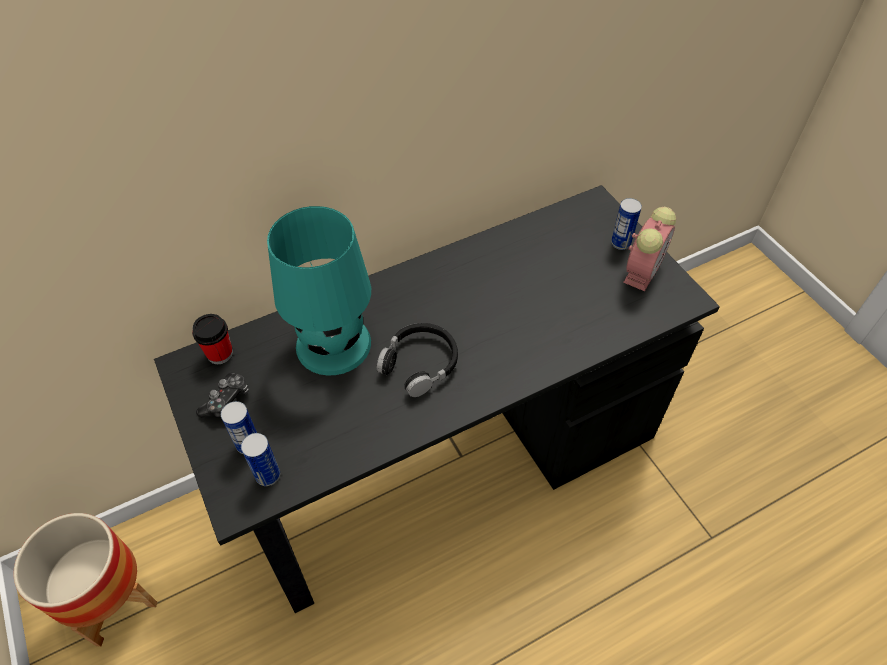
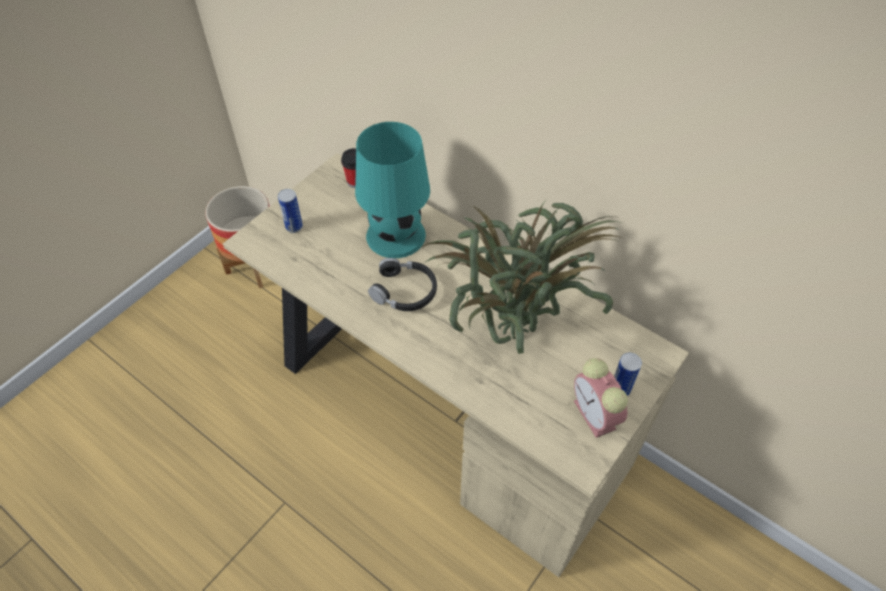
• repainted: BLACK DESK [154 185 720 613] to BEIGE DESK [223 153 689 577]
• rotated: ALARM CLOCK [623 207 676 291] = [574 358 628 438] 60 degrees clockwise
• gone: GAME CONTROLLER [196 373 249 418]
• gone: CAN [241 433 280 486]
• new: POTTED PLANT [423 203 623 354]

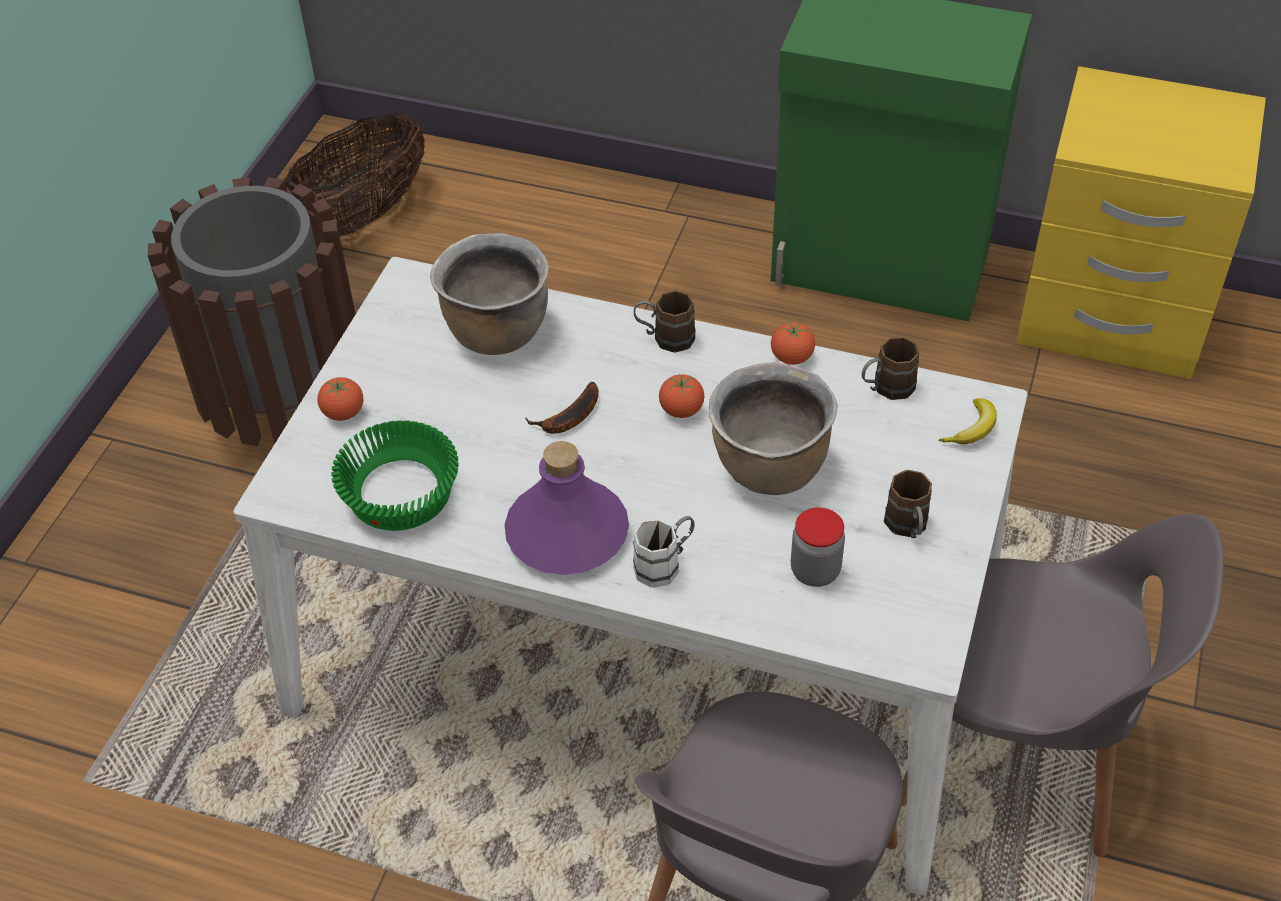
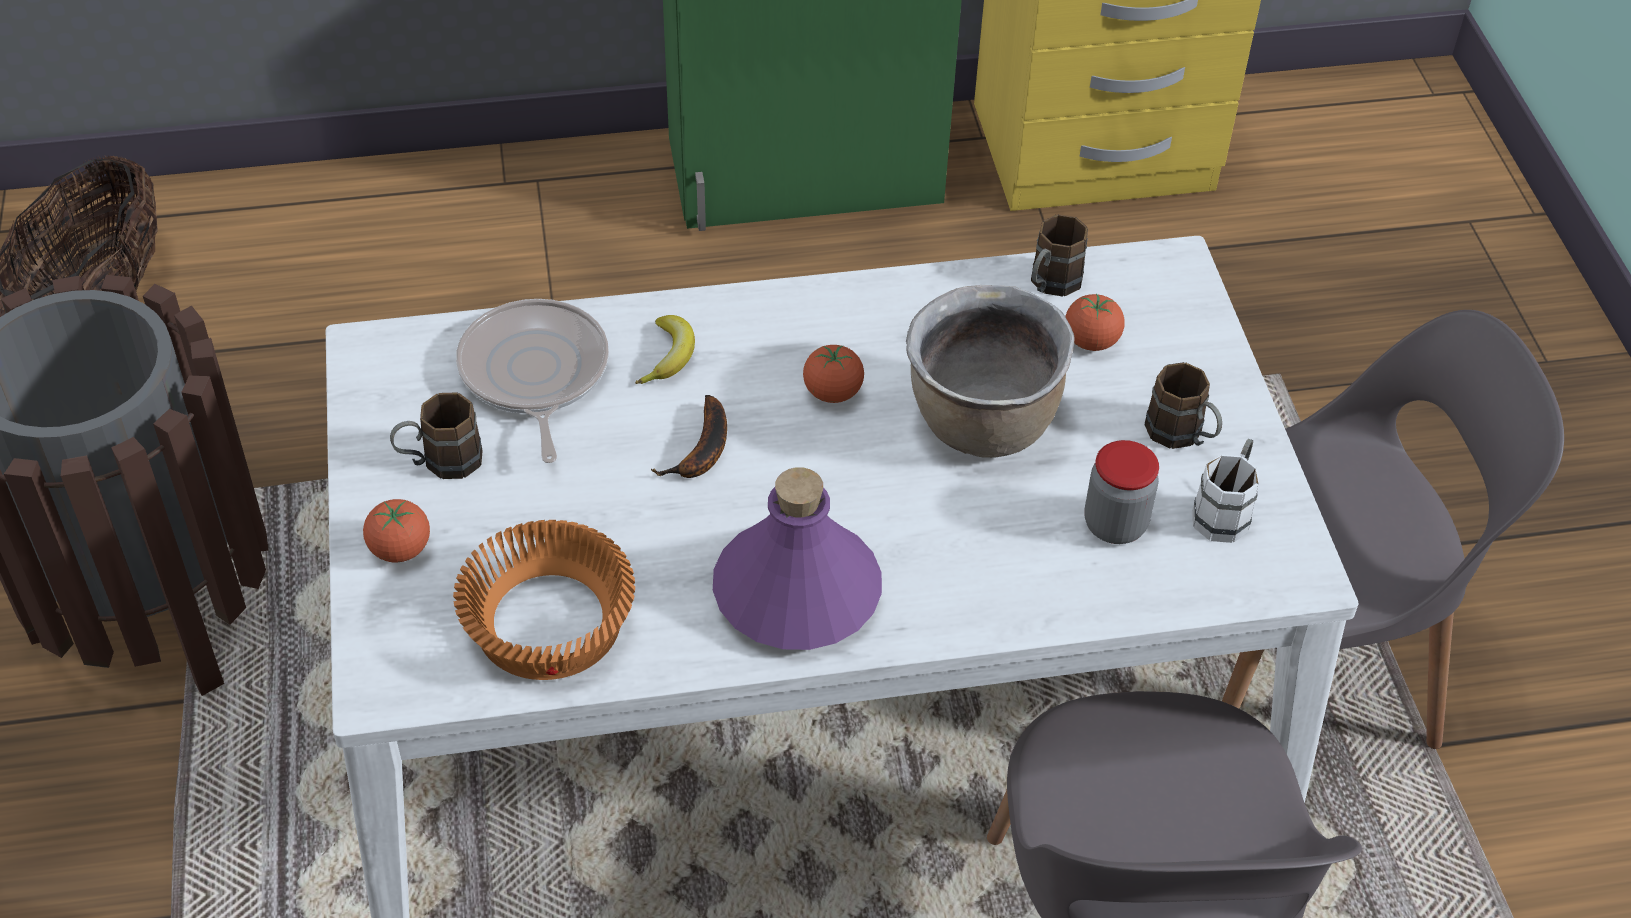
• swapped: BROWN COOKING POT [430 233 549 355] to FRYING PAN [456 299 609 463]
• shifted: BROWN MUG [634 290 696 353] to [390 392 482 479]
• shifted: TOMATO [771 322 815 365] to [1065 293 1125 351]
• shifted: BANANA [939 398 997 444] to [635 315 695 384]
• repainted: GREEN BOWL [331 420 459 531] to ORANGE BOWL [453 520 635 680]
• shifted: WHITE MUG [633 516 695 588] to [1192 439 1259 543]

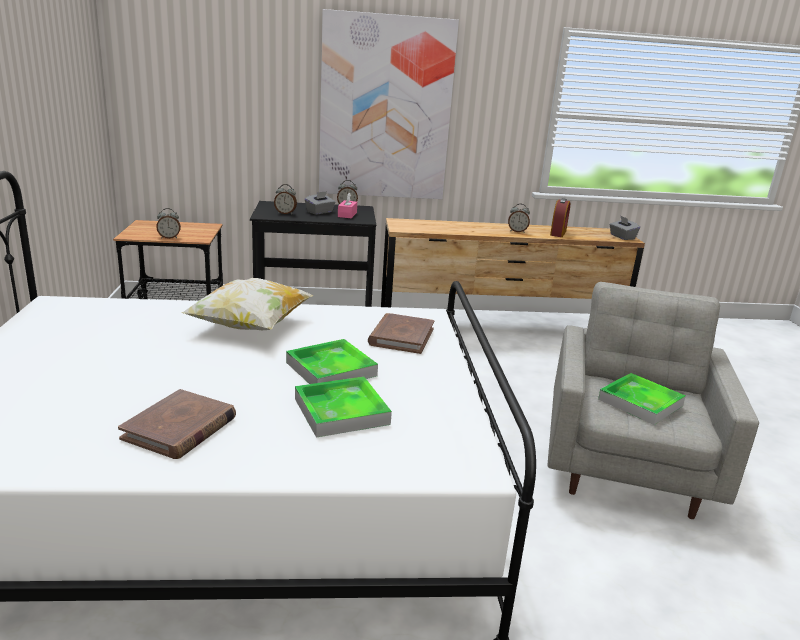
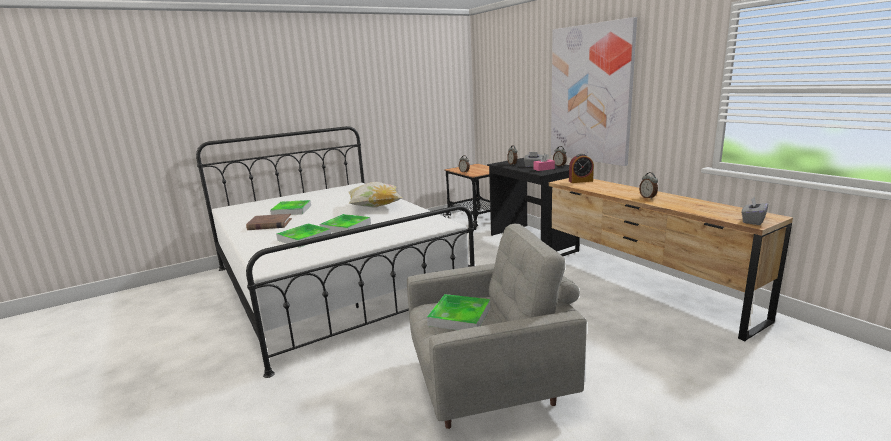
• shifted: ALARM CLOCK [550 198 570 237] to [569 154 594 183]
• gone: BROWN BOOK [368 313 434 354]
• new: TRAY [270 200 311 215]

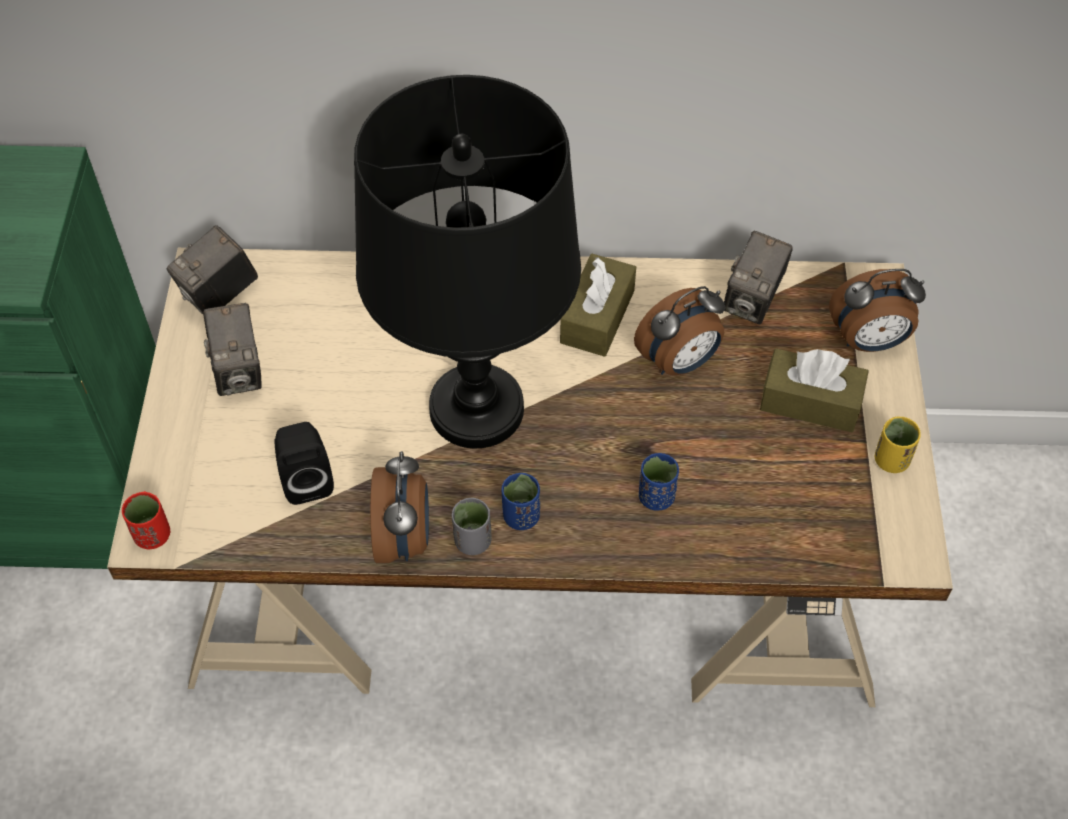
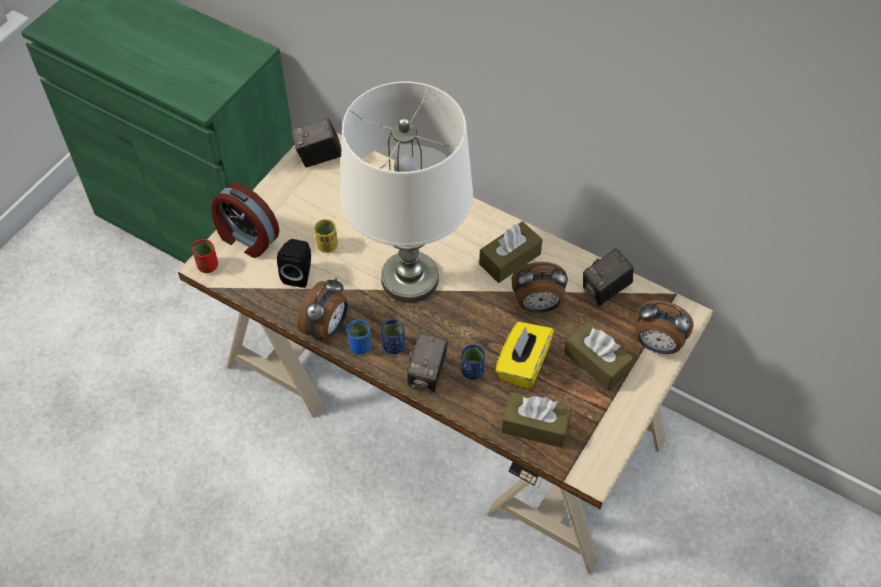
• repainted: BLACK TABLE LAMP [354 75 581 449] to WHITE TABLE LAMP [340 82 473 302]
• shifted: PHOTO CAMERA [203 303 262 396] to [407 332 447 392]
• shifted: YELLOW CUP [875 417 921 473] to [314 219 338 253]
• repainted: GREY CUP [452 498 491 555] to BLUE CUP [347 320 372 355]
• new: ALARM CLOCK [211 183 279 258]
• new: YELLOW TISSUE BOX [495 322 554 389]
• new: BROWN TISSUE BOX [501 392 572 448]

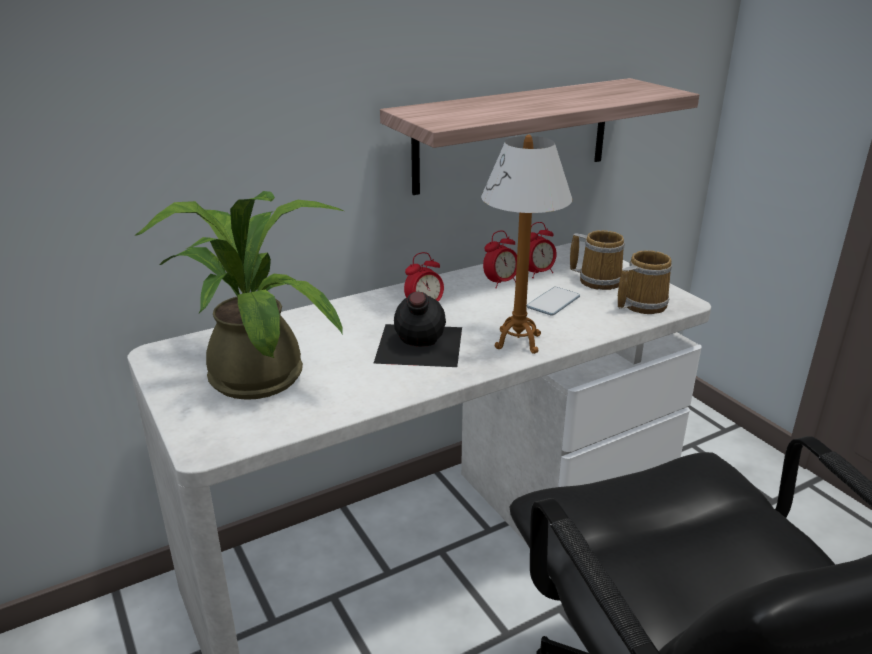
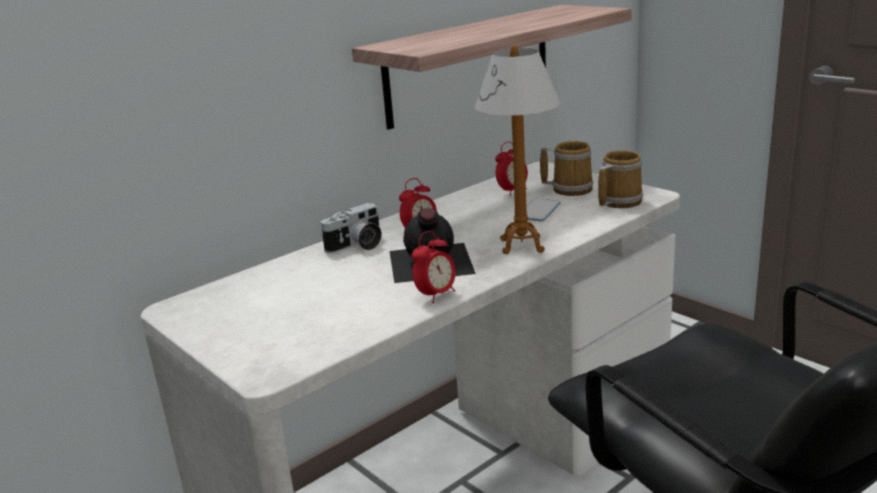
• gone: POTTED PLANT [135 191 344 400]
• shifted: ALARM CLOCK [483 230 517 289] to [411 231 456 303]
• new: PHOTO CAMERA [321 203 382 253]

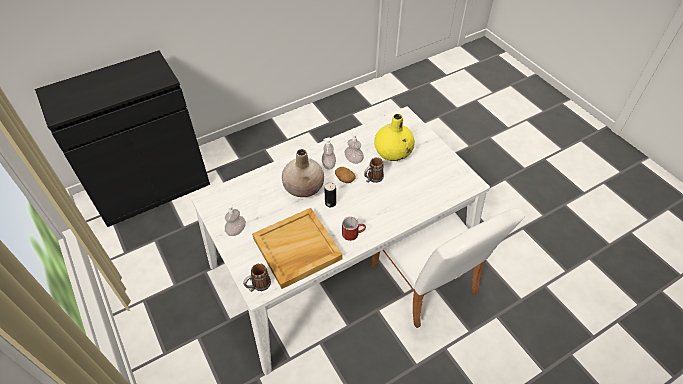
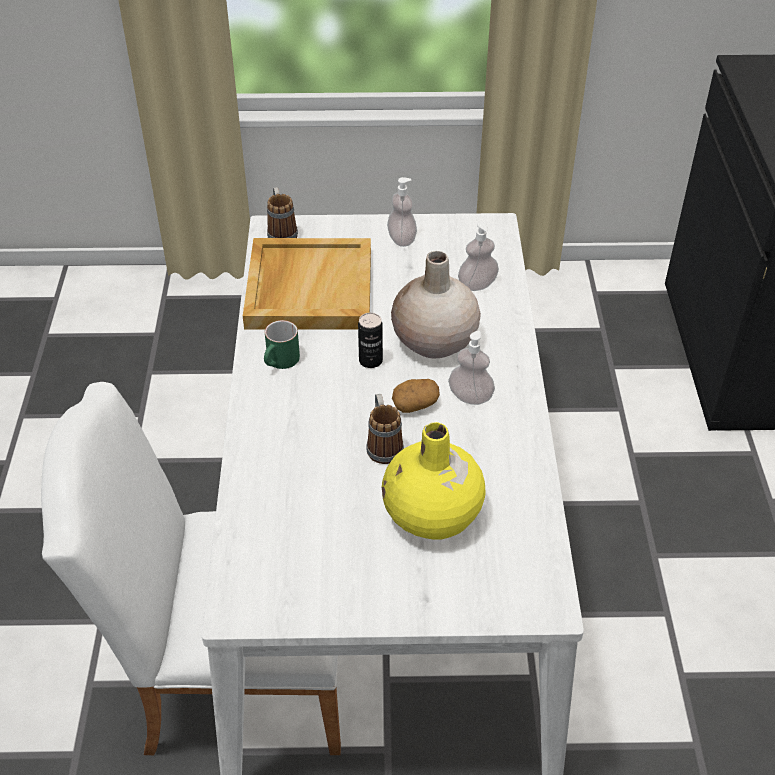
• shifted: SOAP DISPENSER [345 132 364 164] to [458 222 499 291]
• repainted: RED MUG [342 217 366 241] to GREEN MUG [264 320 300 369]

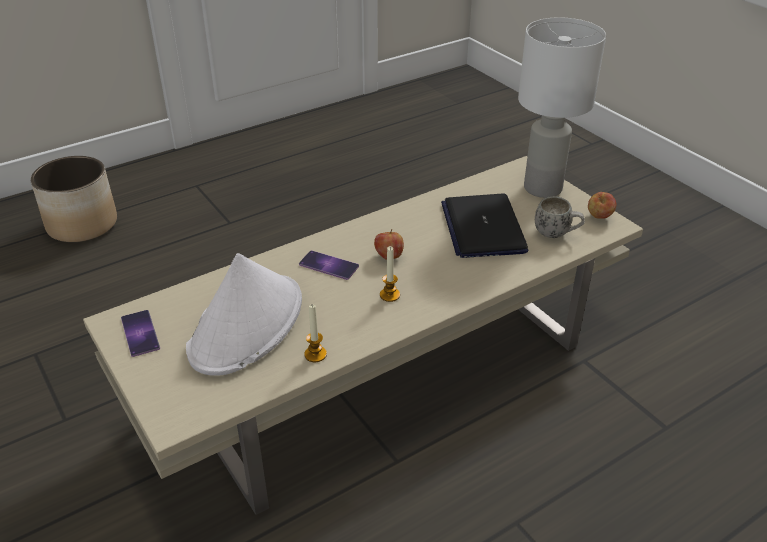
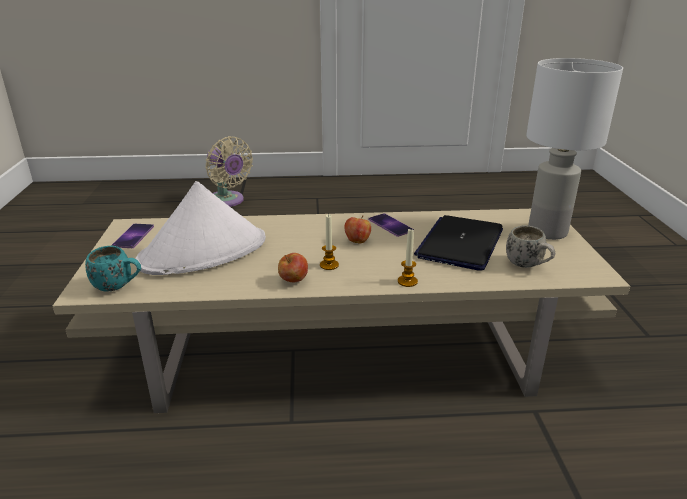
• swapped: PLANTER [31 156 117 242] to BEIGE FAN [205 136 253 207]
• shifted: APPLE [588 192 617 219] to [278 253 308 282]
• shifted: PHONE [299 251 359 280] to [368 213 414 237]
• shifted: CANDLE [304 305 327 362] to [398 229 418 287]
• new: TURQUOISE MUG [85 246 141 292]

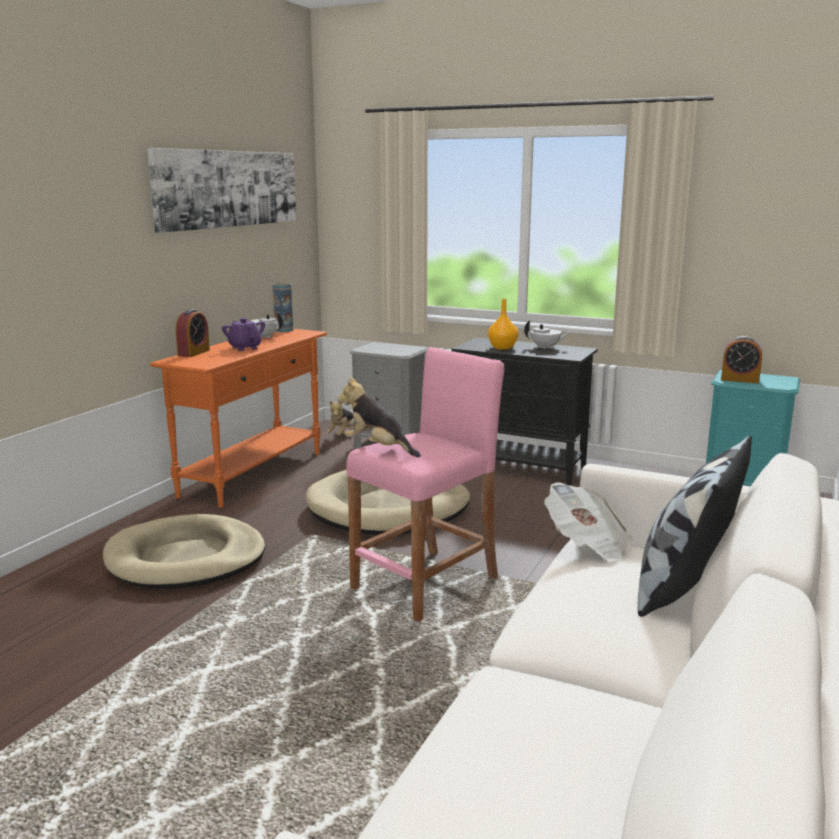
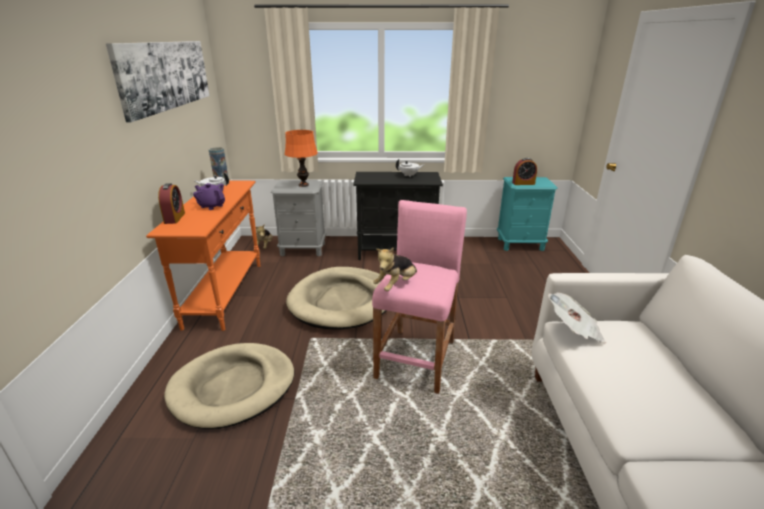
• gone: ORANGE VASE [488 299 518 350]
• rotated: PLUSH TOY [337 376 421 457] = [373 248 417 291] 60 degrees counterclockwise
• gone: PILLOW [637 436 752 617]
• new: ORANGE TABLE LAMP [285 130 318 187]

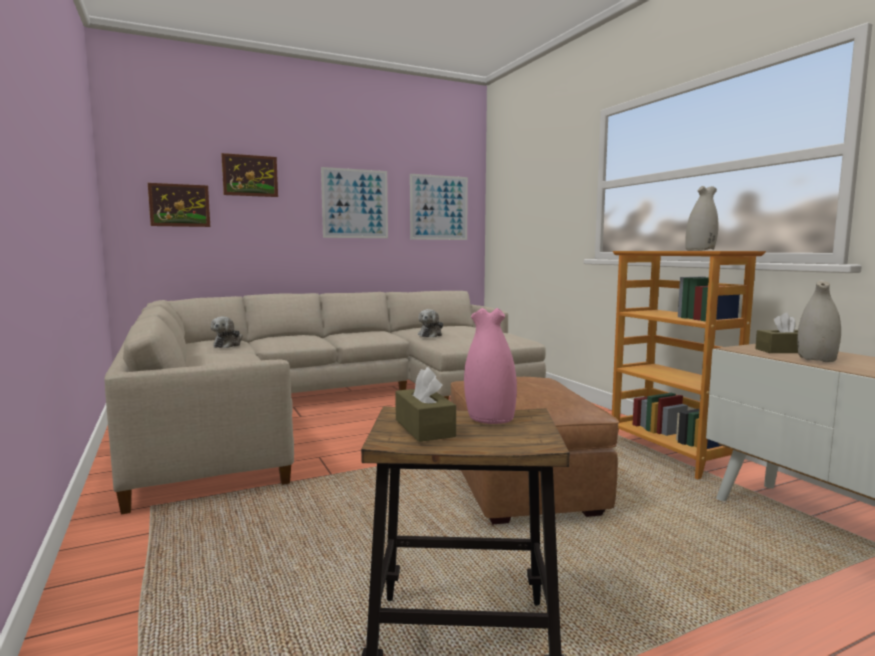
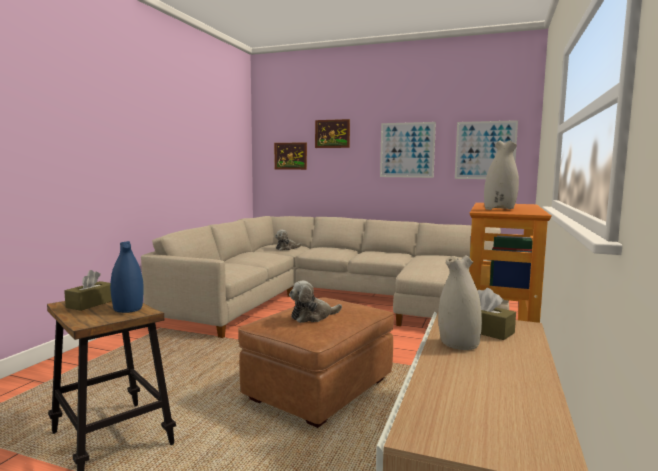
• repainted: PINK VASE [464 308 517 424] to BLUE VASE [110 241 144 313]
• shifted: PLUSH TOY [418 309 443 337] to [289 281 342 323]

